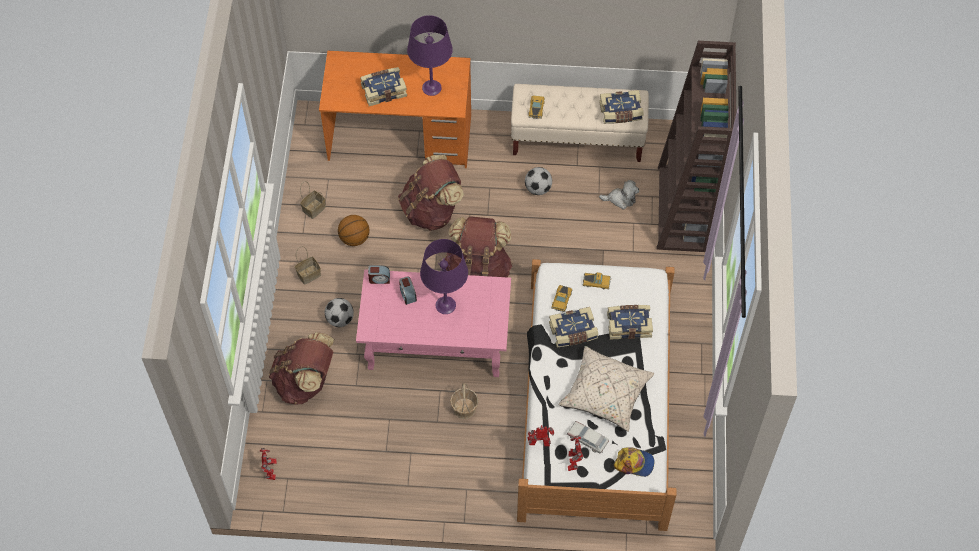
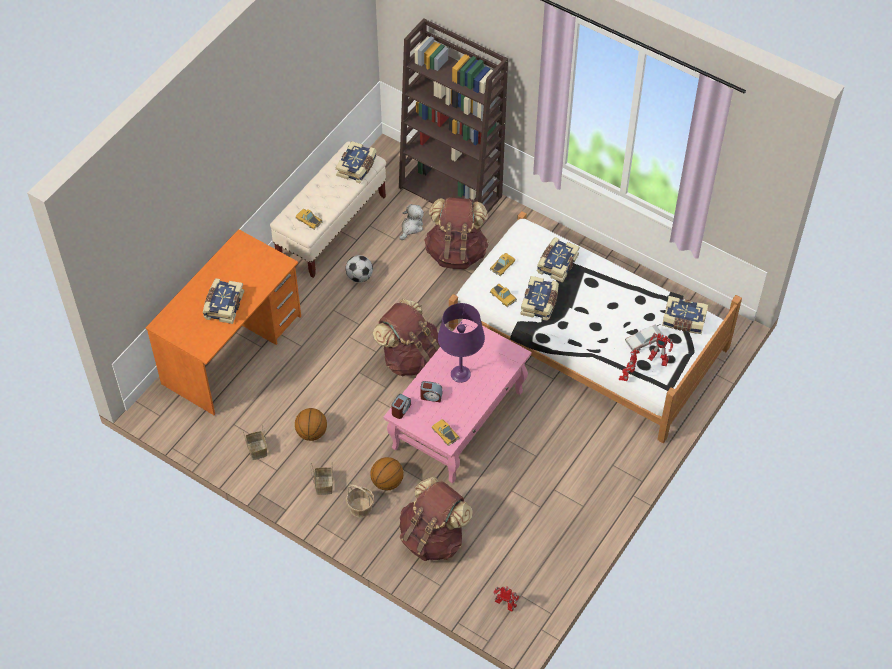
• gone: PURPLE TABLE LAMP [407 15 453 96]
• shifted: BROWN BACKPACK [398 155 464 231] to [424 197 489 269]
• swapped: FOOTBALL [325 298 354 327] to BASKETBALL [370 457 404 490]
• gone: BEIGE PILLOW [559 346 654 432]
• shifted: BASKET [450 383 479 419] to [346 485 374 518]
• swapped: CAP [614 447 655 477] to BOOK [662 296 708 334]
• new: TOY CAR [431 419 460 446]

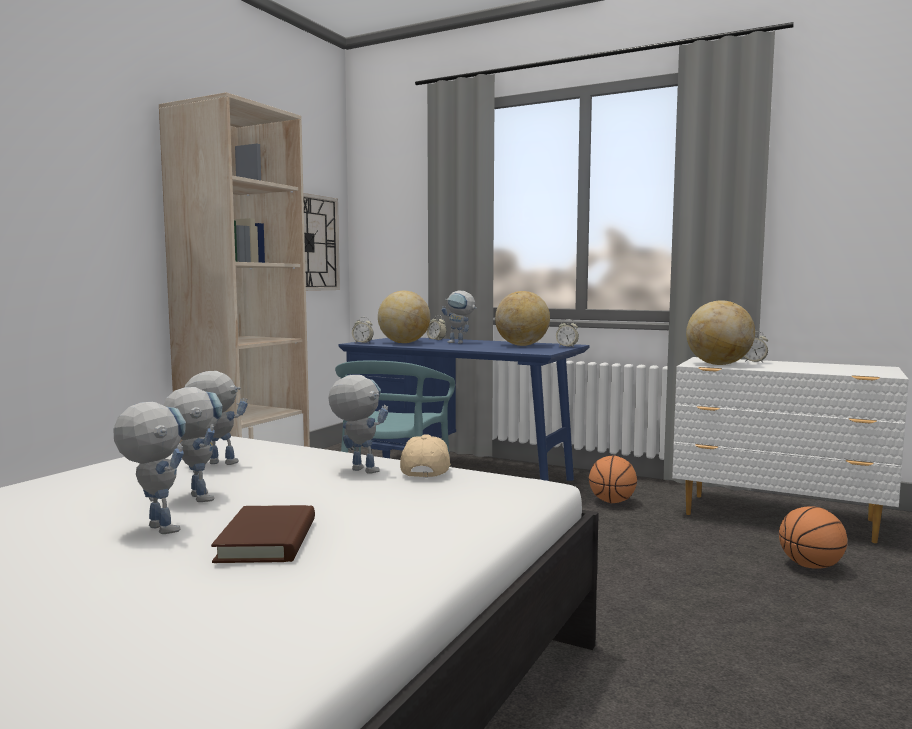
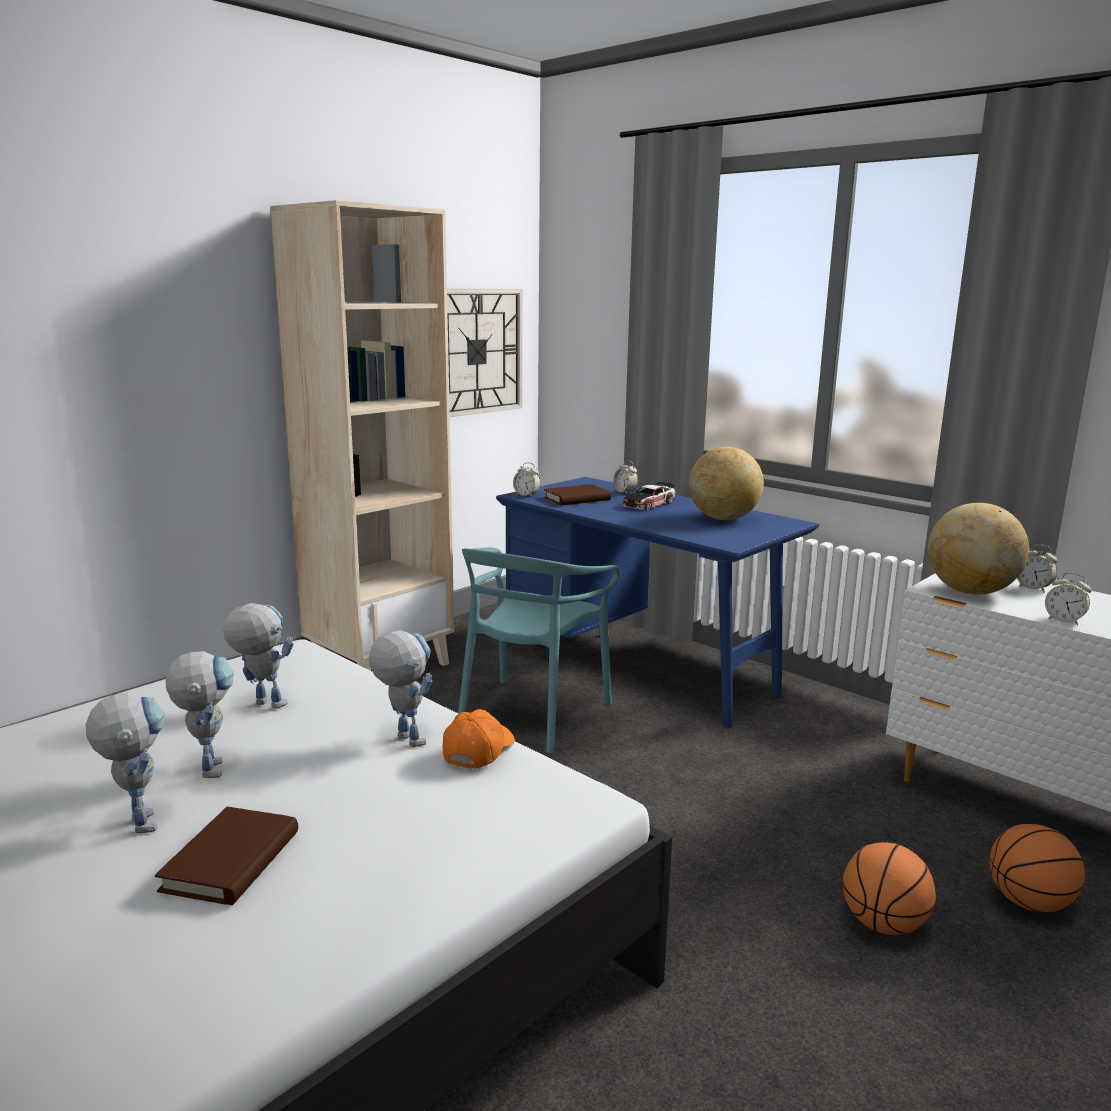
• swapped: GLOBE [378 291 430 343] to BROWN BOOK [544 484 611 506]
• swapped: TOY ROBOT [442 291 477 344] to TOY CAR [622 481 675 510]
• shifted: ALARM CLOCK [556 319 579 347] to [1045 572 1092 626]
• repainted: BEIGE CAP [400 434 451 478] to ORANGE CAP [443 709 515 769]
• shifted: BASKETBALL [589 455 637 503] to [843 842 936 935]

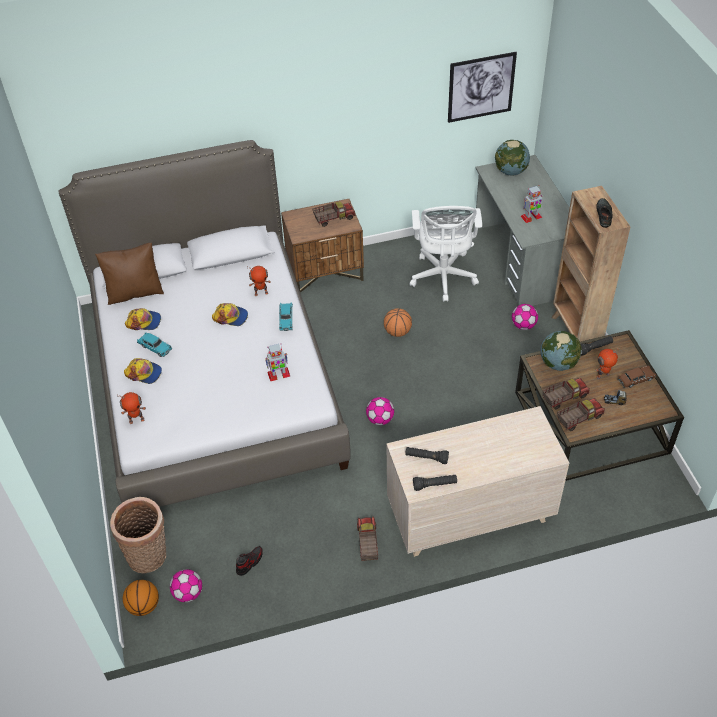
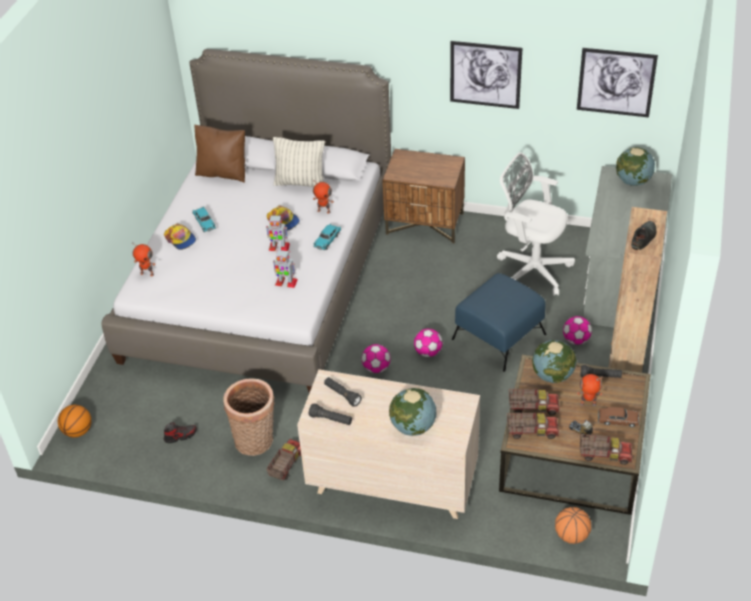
• shifted: TOY ROBOT [521 185 543 223] to [266 215 290 251]
• shifted: TOY TRUCK [312 201 355 227] to [580 434 632 465]
• rotated: WHITE OFFICE CHAIR [410 206 482 302] = [497 152 575 296] 90 degrees clockwise
• gone: CAP [125 308 161 330]
• shifted: BASKETBALL [384 308 412 337] to [555 507 591 544]
• shifted: BASKET [110 497 166 574] to [223 378 275 456]
• shifted: FOOTBALL [170 569 202 602] to [414 329 442 357]
• new: PICTURE [450 41 522 109]
• new: PILLOW [273 137 325 187]
• new: BLUE OTTOMAN [452 273 546 372]
• new: GLOBE [389 388 436 436]

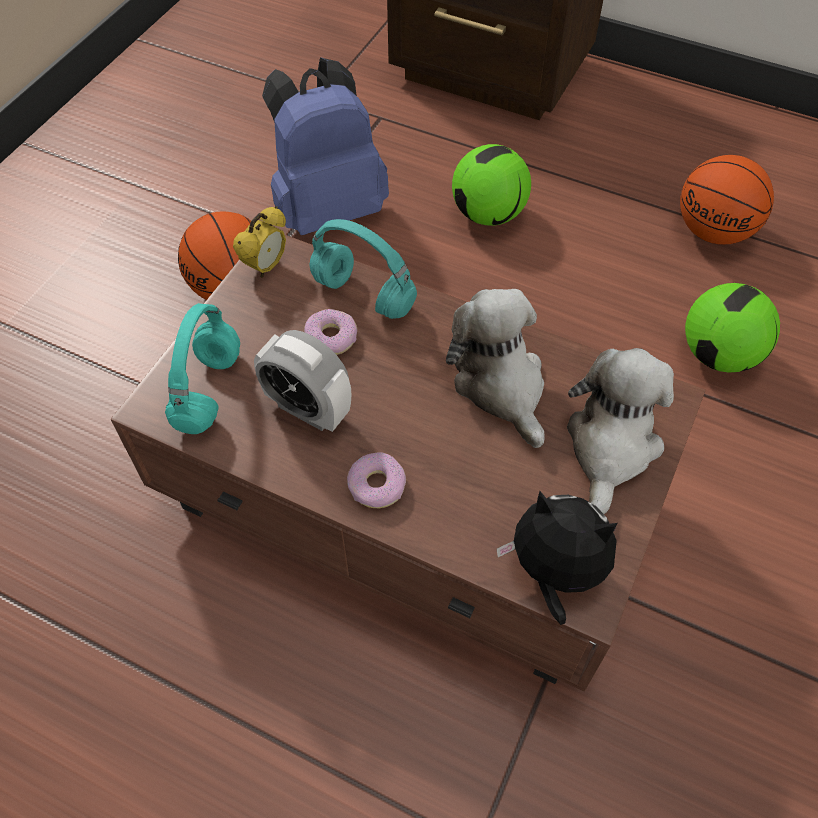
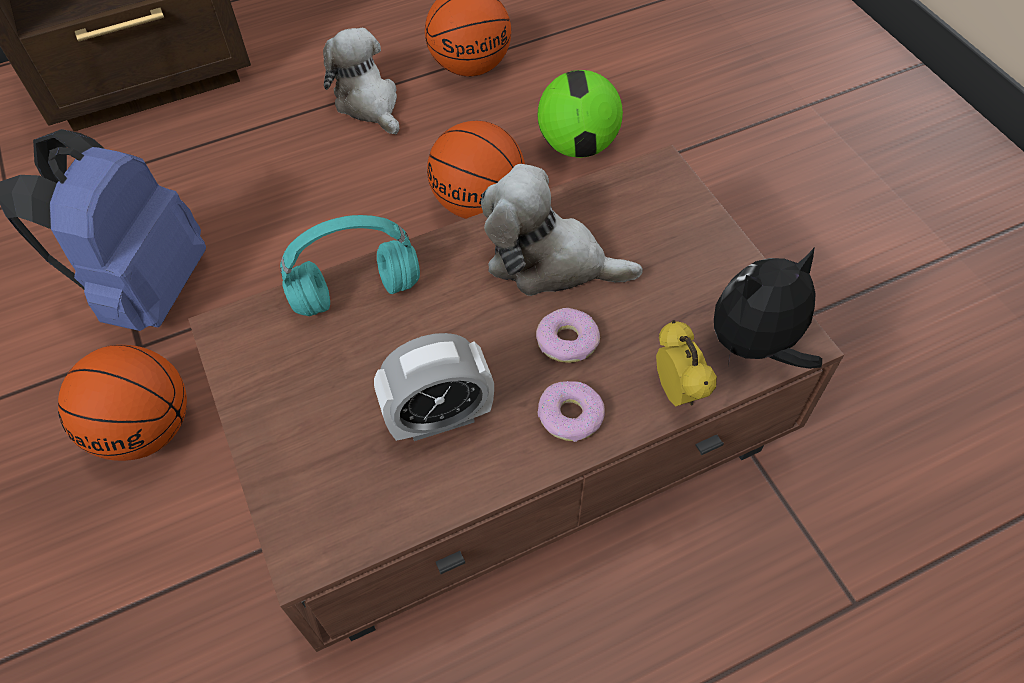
• gone: FOOTBALL [452 144 531 226]
• shifted: ALARM CLOCK [233 206 286 278] to [656 320 717 406]
• gone: TURQUOISE HEADPHONES [165 303 240 434]
• shifted: DONUT [304 309 357 355] to [536 308 600 363]
• shifted: PLUSH TOY [567 348 674 514] to [323 28 399 134]
• new: BASKETBALL [427 121 525 219]

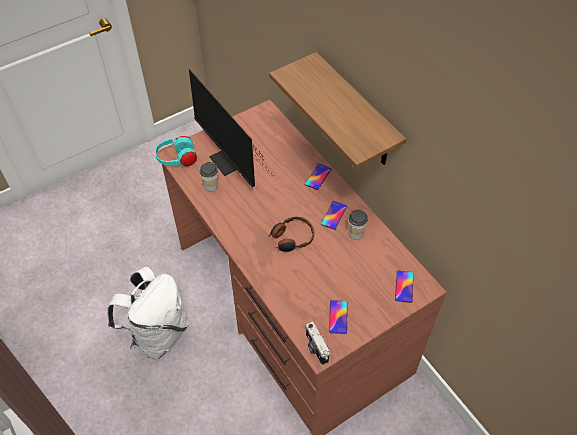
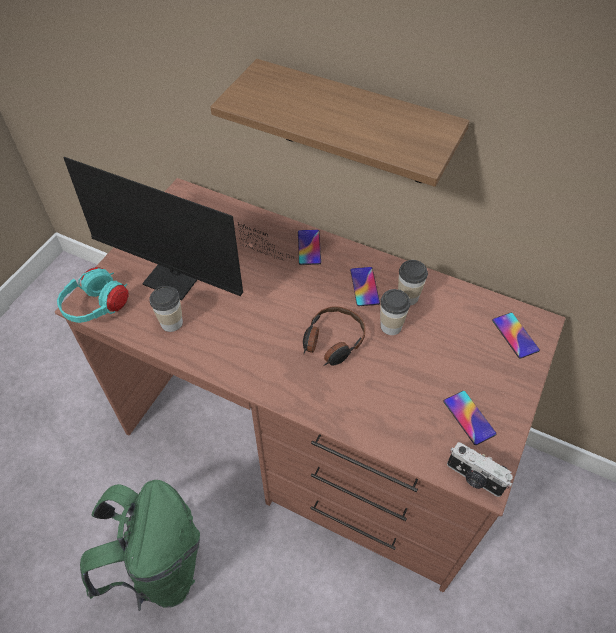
• repainted: WHITE BACKPACK [107 267 188 359] to GREEN BACKPACK [80 480 200 611]
• new: CUP [380 289 411 335]

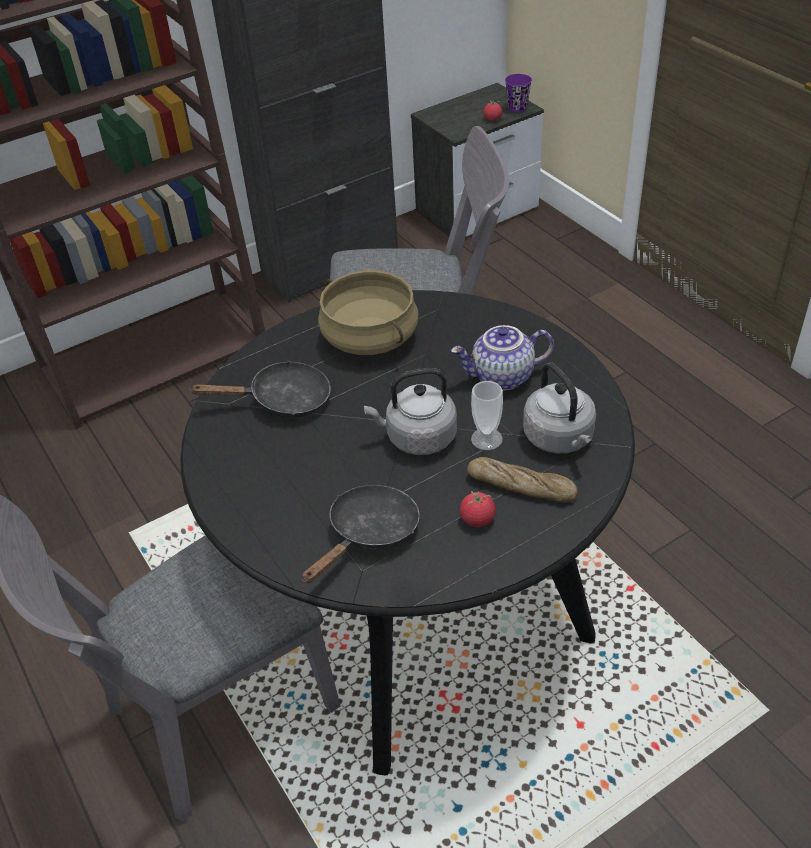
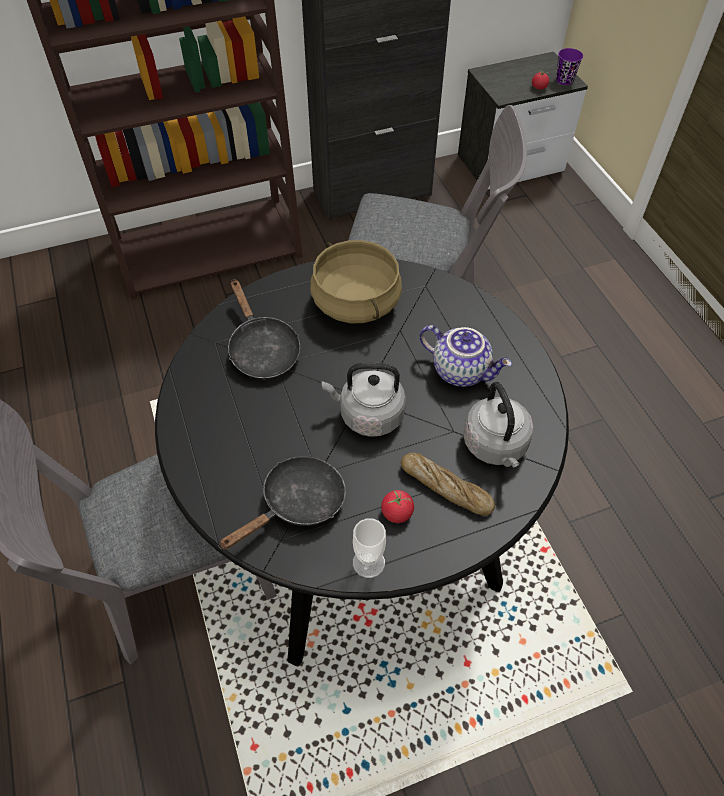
• rotated: TEAPOT [451 325 554 391] = [419 325 512 387] 150 degrees counterclockwise
• rotated: BLACK FRYING PAN [190 361 331 418] = [228 279 300 379] 60 degrees clockwise
• shifted: CUP [471 381 503 450] to [353 518 386 578]

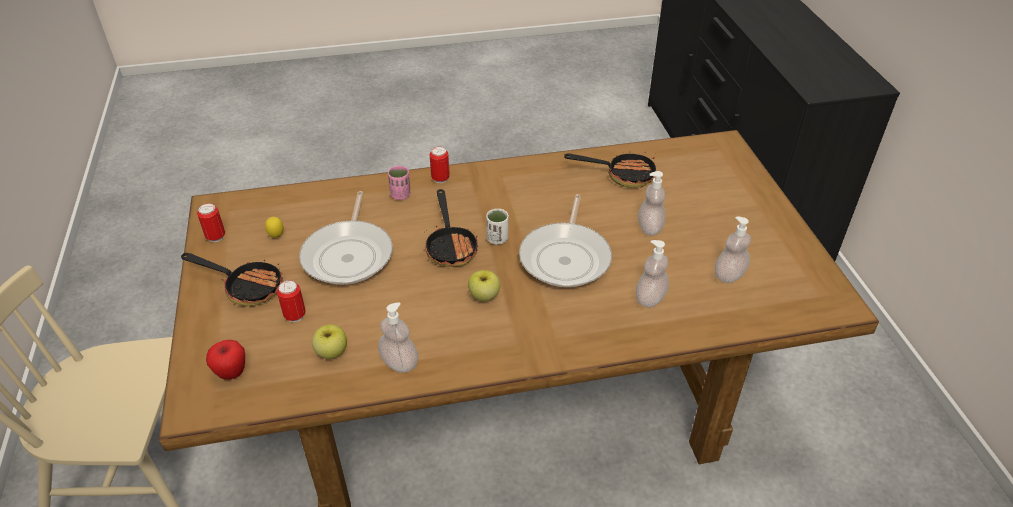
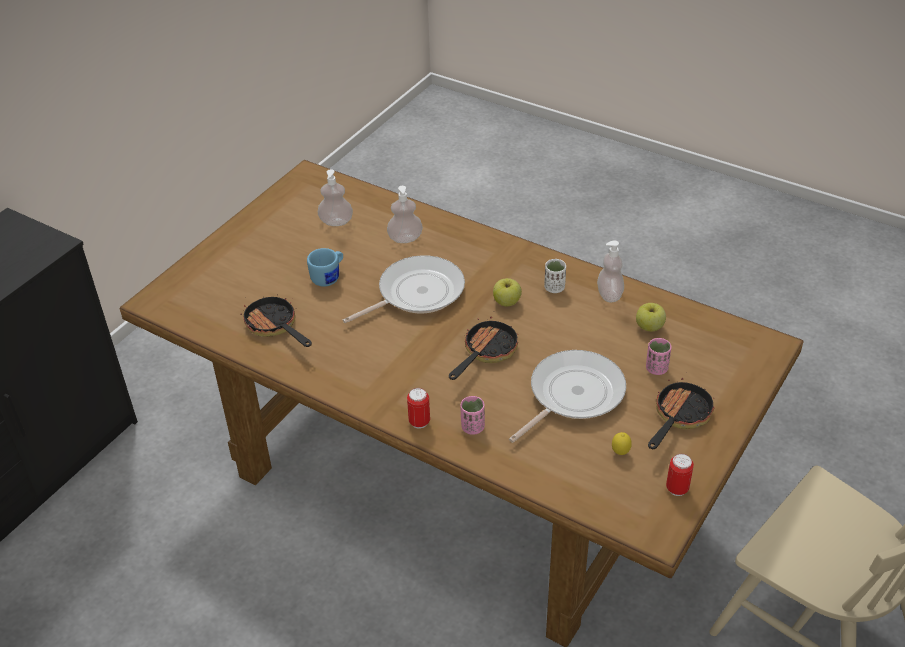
• swapped: SOAP DISPENSER [638 171 665 235] to BLUE MUG [307 248 343 286]
• shifted: WHITE CUP [486 209 508 245] to [544 259 566 293]
• rotated: FRYING PAN [181 253 283 306] = [648 378 715 449] 60 degrees clockwise
• swapped: CAN [277 280 306 322] to PINK CUP [646 338 671 375]
• gone: APPLE [206 340 245 380]

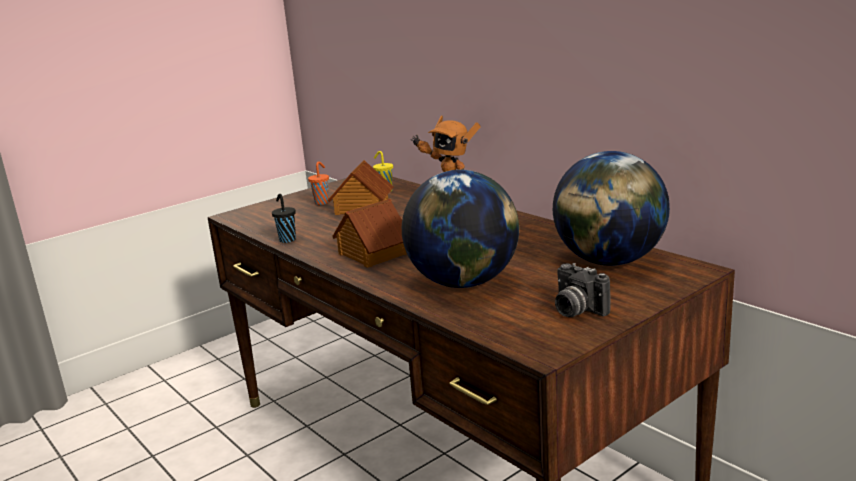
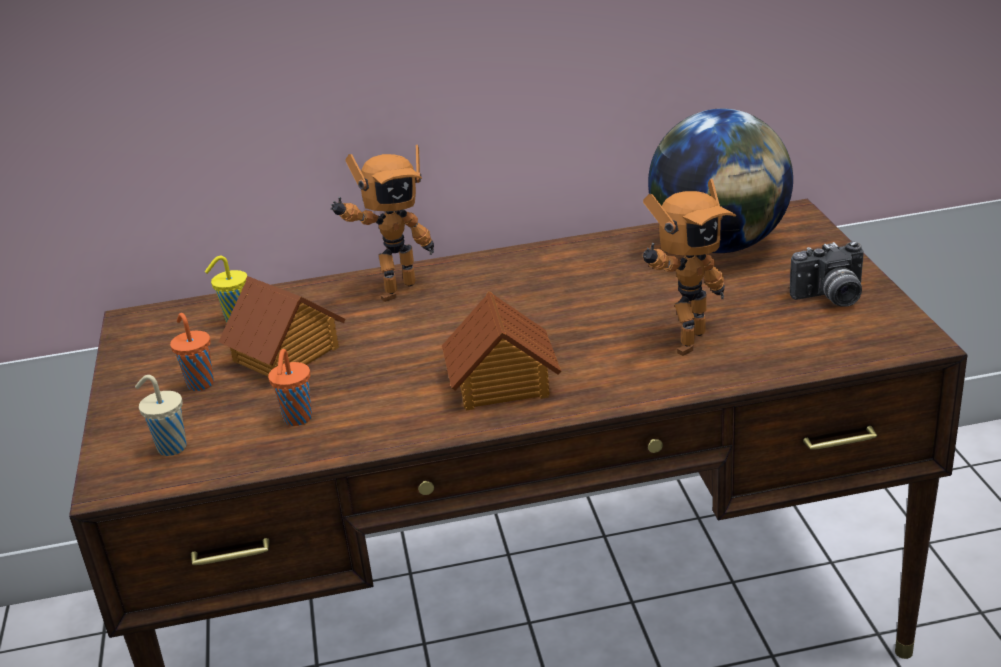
• swapped: GLOBE [402 170 519 288] to TOY ROBOT [643 179 737 356]
• gone: BLACK CUP [272 194 296 243]
• new: ORANGE CUP [268 349 312 426]
• new: BEIGE CUP [135 375 187 456]

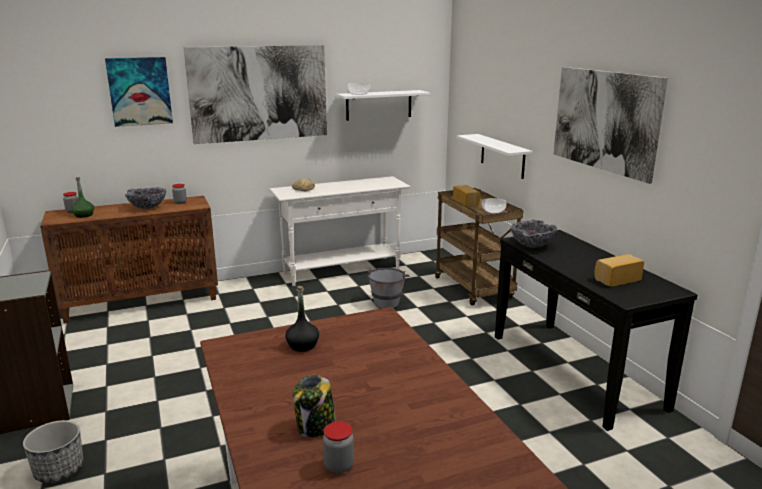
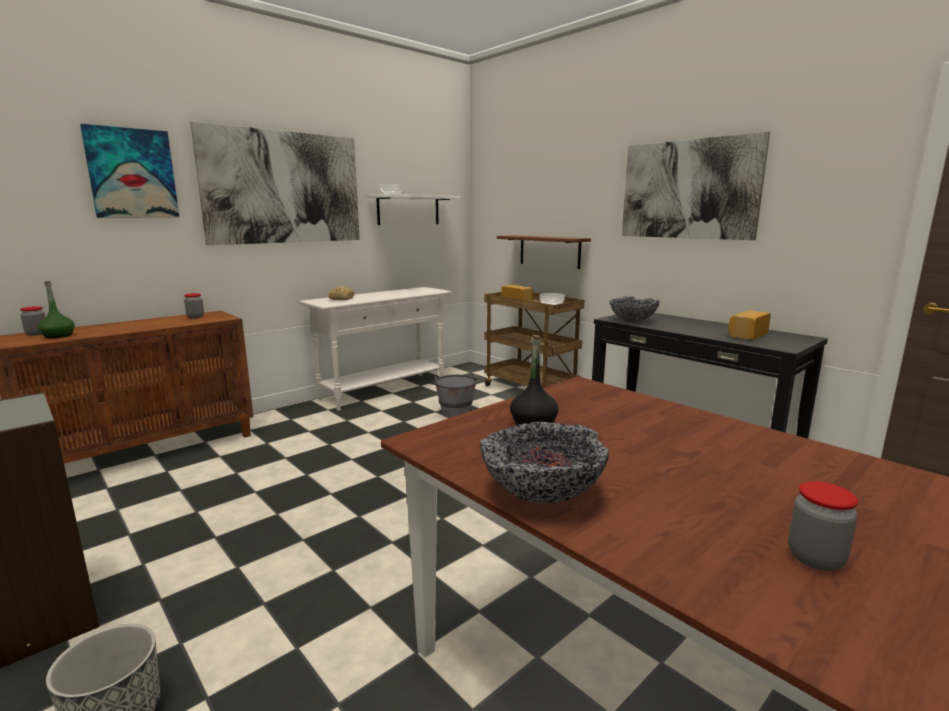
• repainted: WHITE SHELF [457 134 533 179] to BROWN SHELF [497 235 591 269]
• shifted: BOWL [125 187 166 209] to [480 422 609 504]
• gone: JAR [293 375 336 438]

